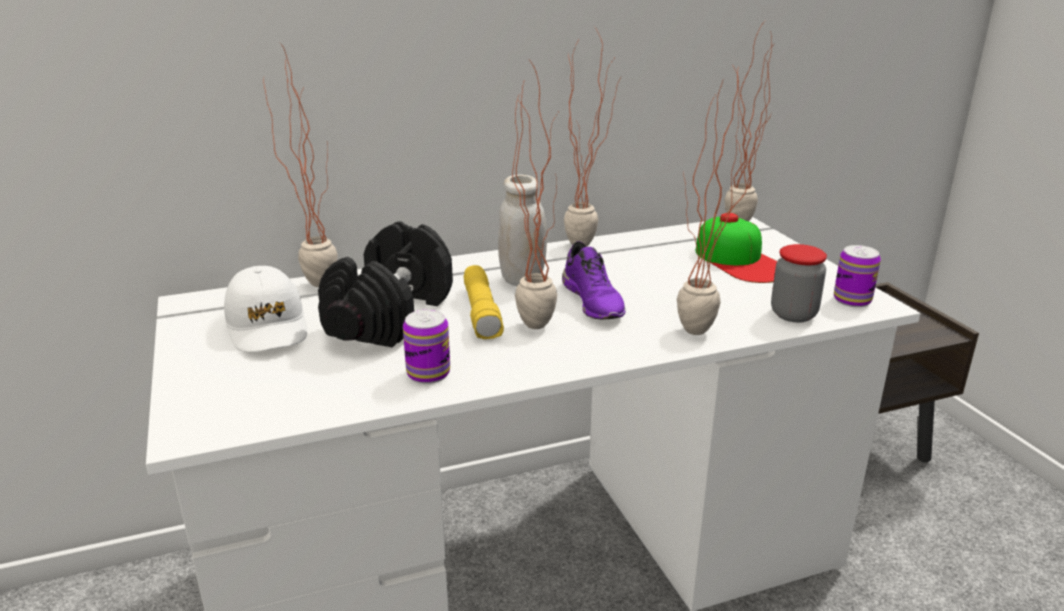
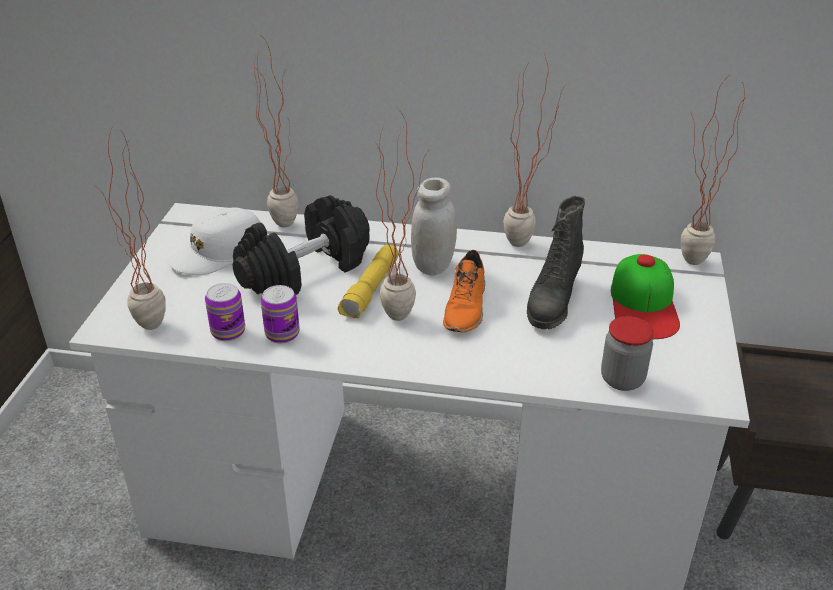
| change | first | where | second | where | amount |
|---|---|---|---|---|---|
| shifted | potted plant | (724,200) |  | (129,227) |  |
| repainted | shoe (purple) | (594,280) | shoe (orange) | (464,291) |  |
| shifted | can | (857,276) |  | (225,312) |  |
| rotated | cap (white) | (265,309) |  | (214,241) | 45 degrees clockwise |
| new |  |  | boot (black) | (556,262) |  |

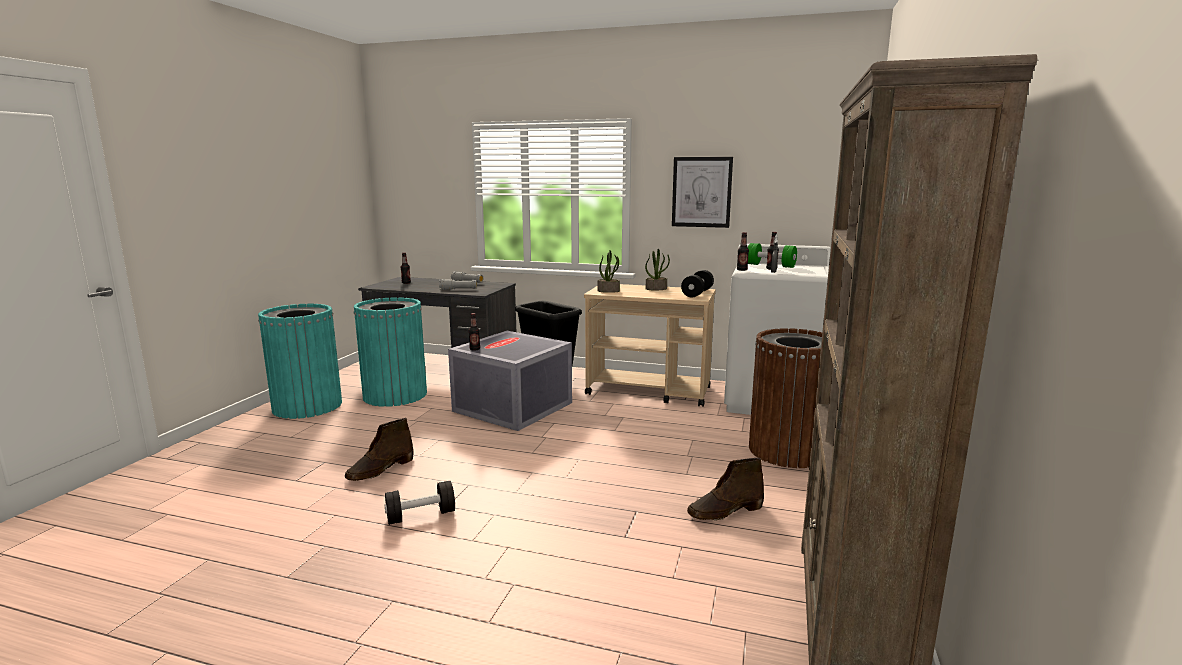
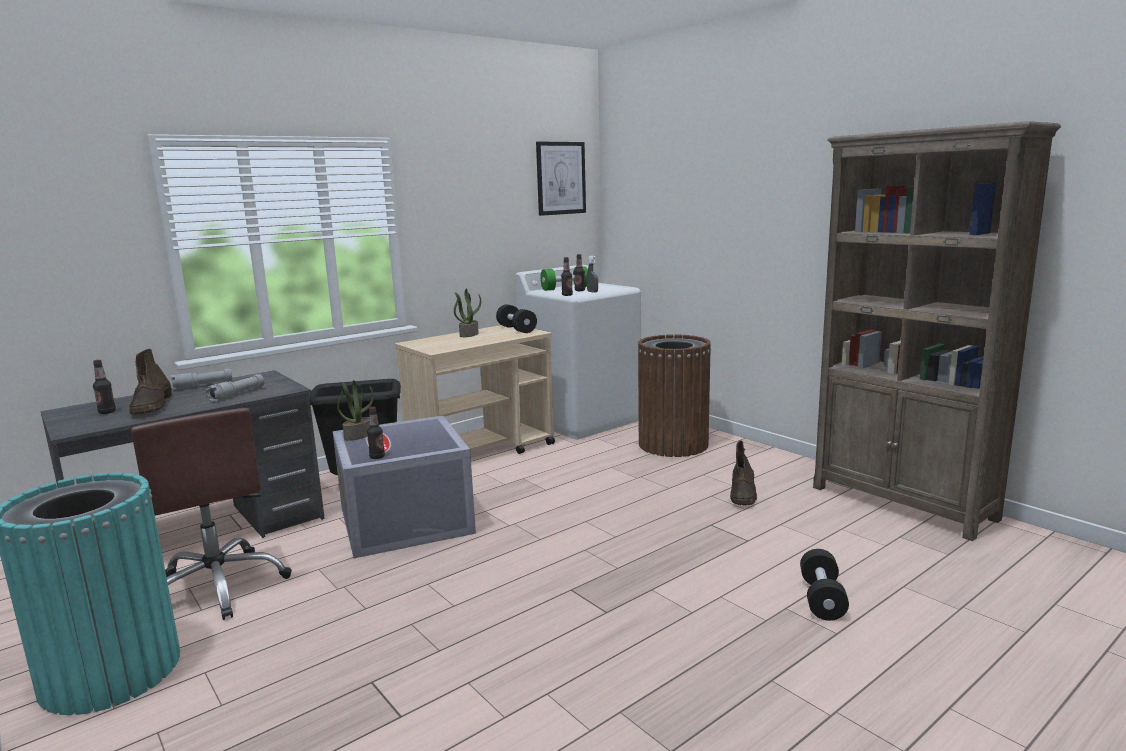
| change | first | where | second | where | amount |
|---|---|---|---|---|---|
| shifted | picture | (702,192) |  | (561,178) |  |
| shifted | potted plant | (608,271) |  | (355,410) |  |
| swapped | trash can (turquoise) | (390,352) | office chair (brown) | (211,514) |  |
| shifted | boot (brown) | (379,449) |  | (150,382) |  |
| shifted | dumbbell (black) | (420,503) |  | (824,585) |  |

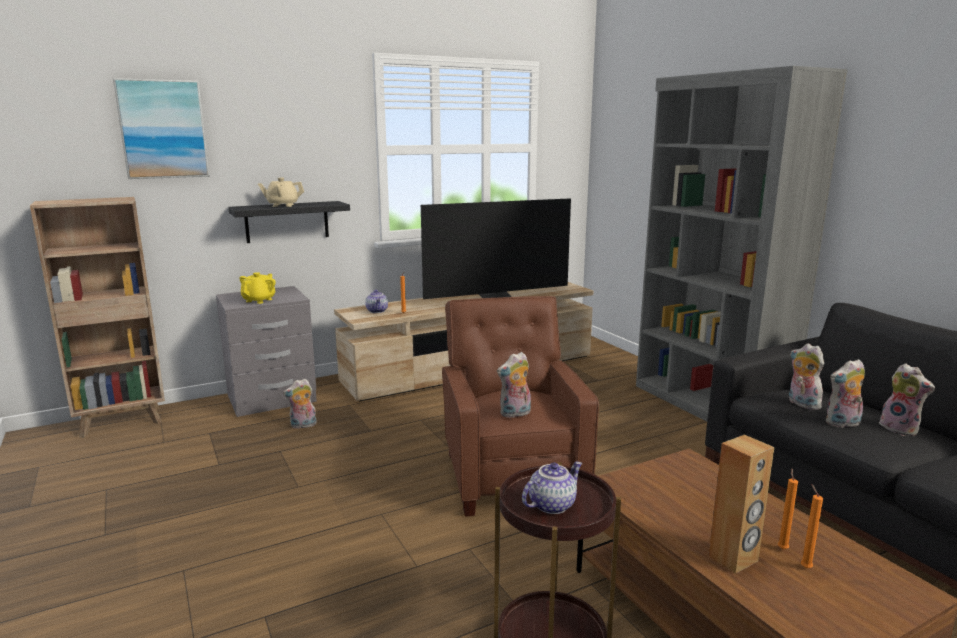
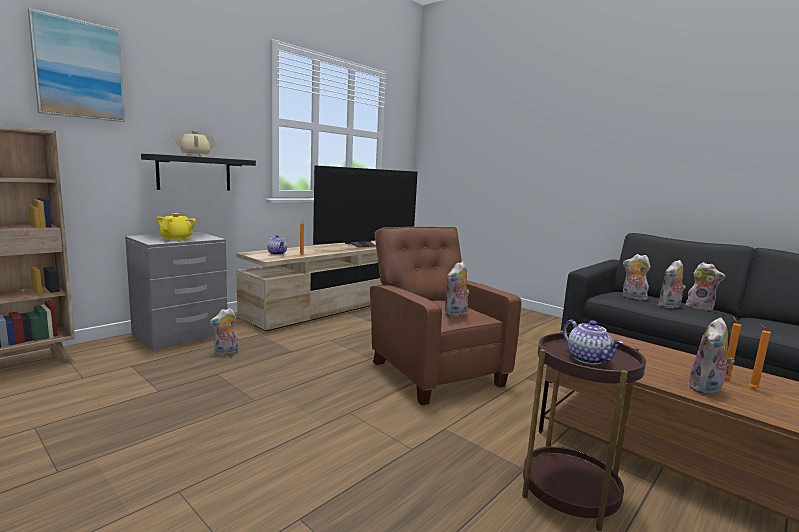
| change | first | where | second | where | amount |
|---|---|---|---|---|---|
| gone | bookcase (grey) | (742,243) |  |  |  |
| swapped | speaker (brown) | (741,504) | plush toy | (711,356) |  |
| rotated | teapot | (552,488) |  | (593,342) | 120 degrees clockwise |

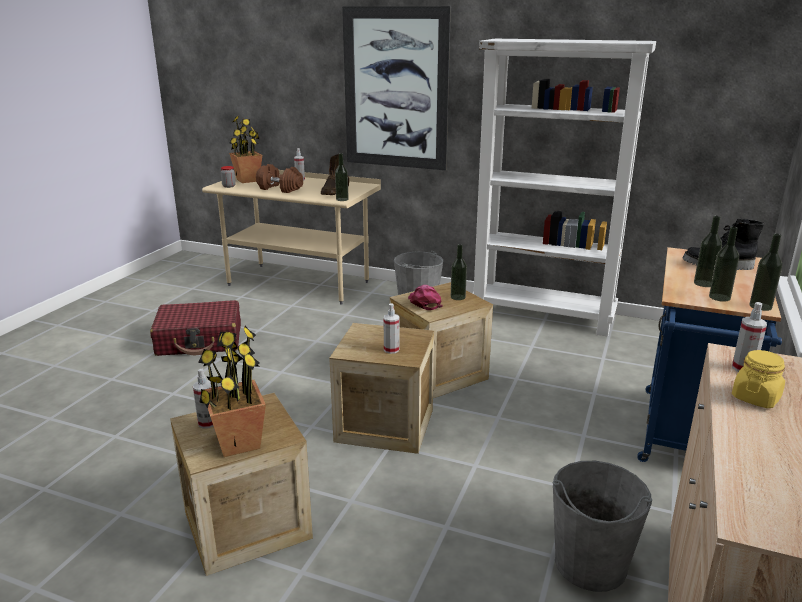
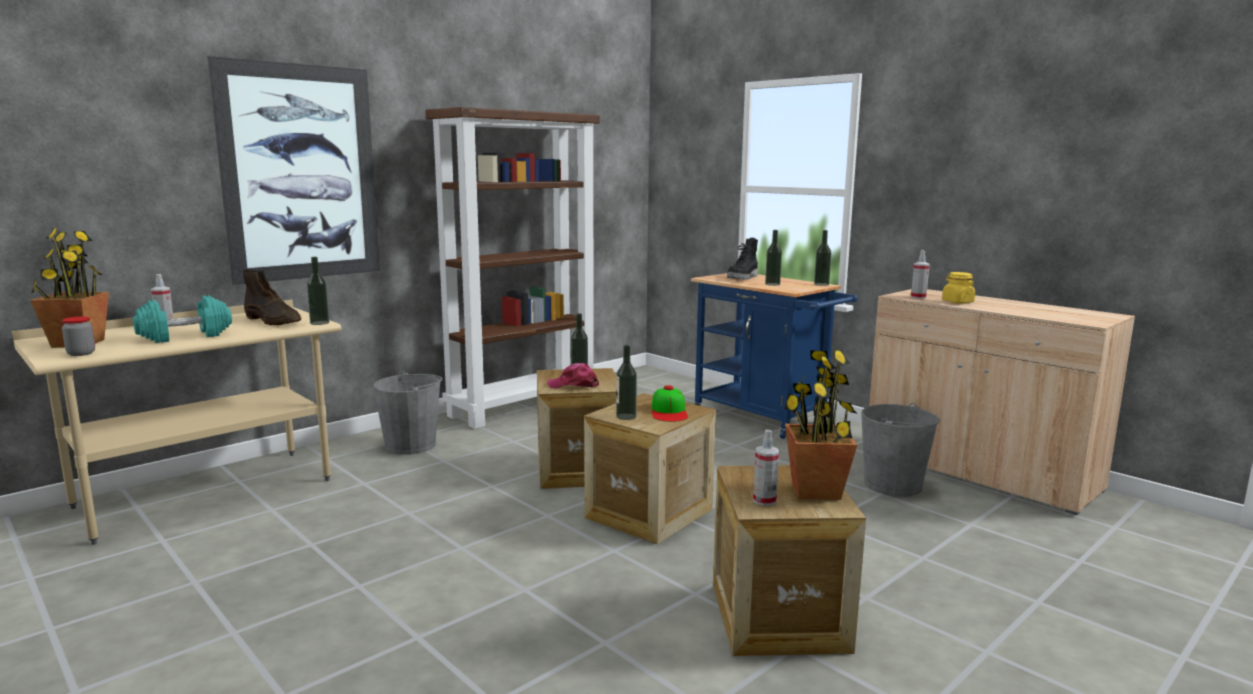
| change | first | where | second | where | amount |
|---|---|---|---|---|---|
| repainted | bookcase (white) | (564,188) | bookcase (brown) | (512,268) |  |
| repainted | dumbbell (brown) | (279,178) | dumbbell (turquoise) | (182,319) |  |
| shifted | bottle | (724,264) |  | (626,382) |  |
| gone | suitcase (red) | (195,328) |  |  |  |
| swapped | spray bottle | (391,328) | cap | (670,403) |  |

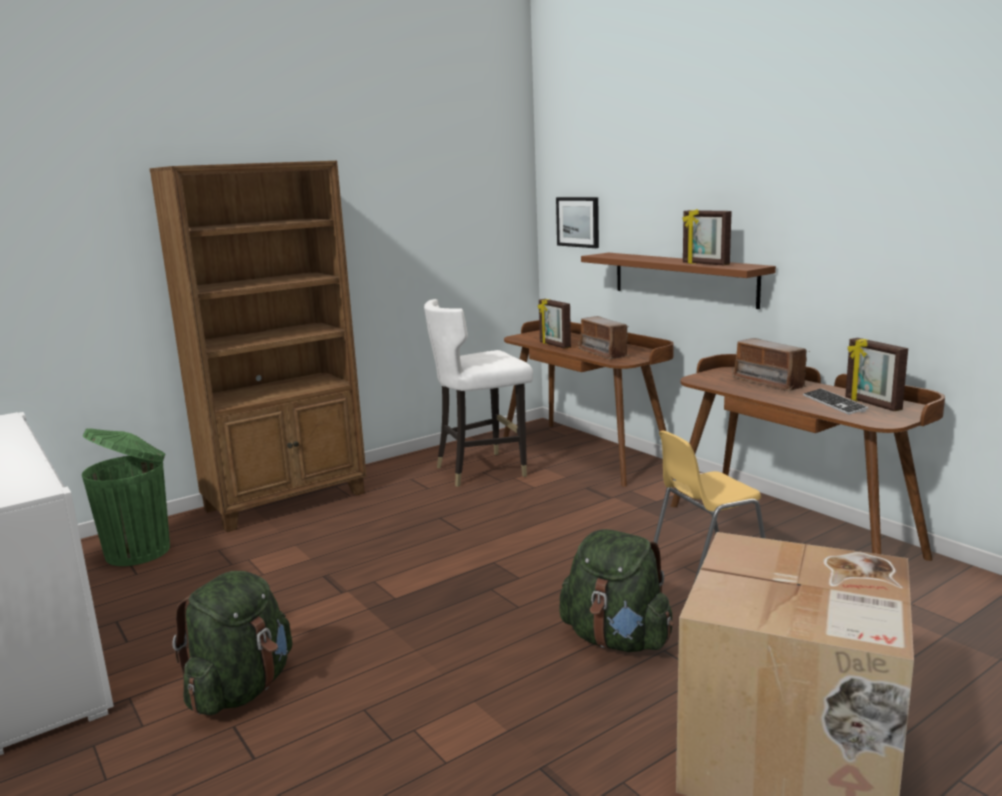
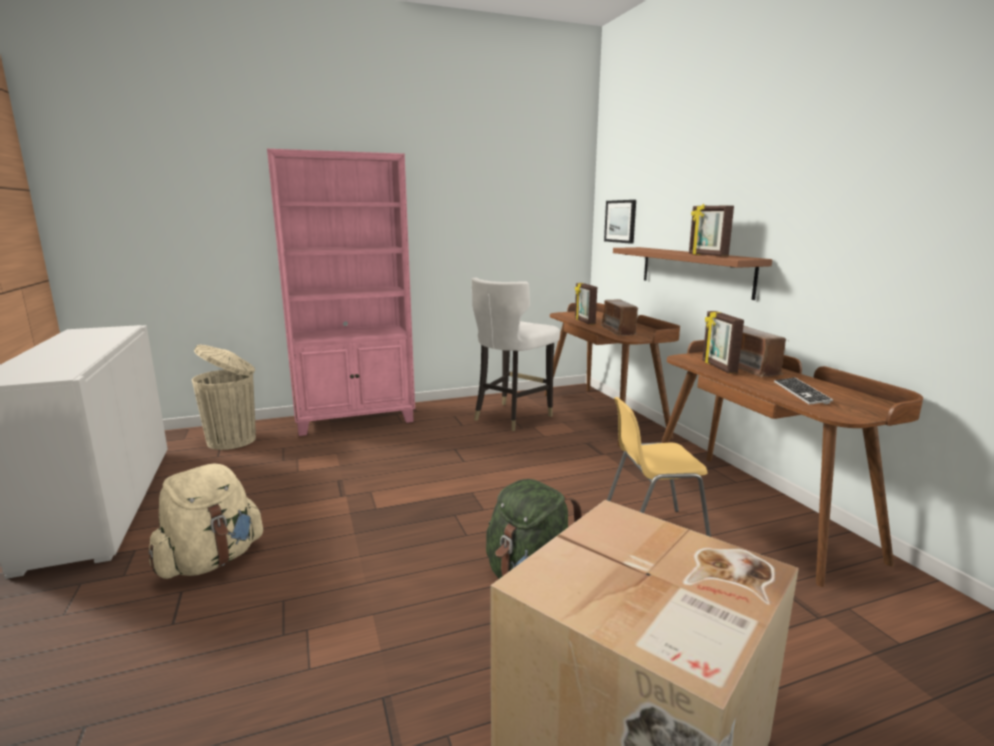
| change | first | where | second | where | amount |
|---|---|---|---|---|---|
| repainted | bookcase (brown) | (258,346) | bookcase (pink) | (341,292) |  |
| rotated | chair (white) | (478,393) |  | (515,354) | 45 degrees counterclockwise |
| shifted | picture frame | (876,374) |  | (723,342) |  |
| repainted | trash can (green) | (126,497) | trash can (beige) | (224,397) |  |
| repainted | backpack (green) | (232,643) | backpack (beige) | (206,521) |  |

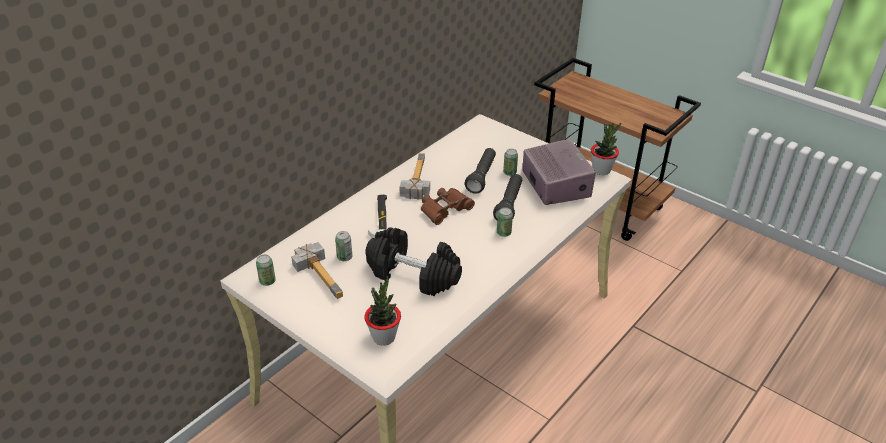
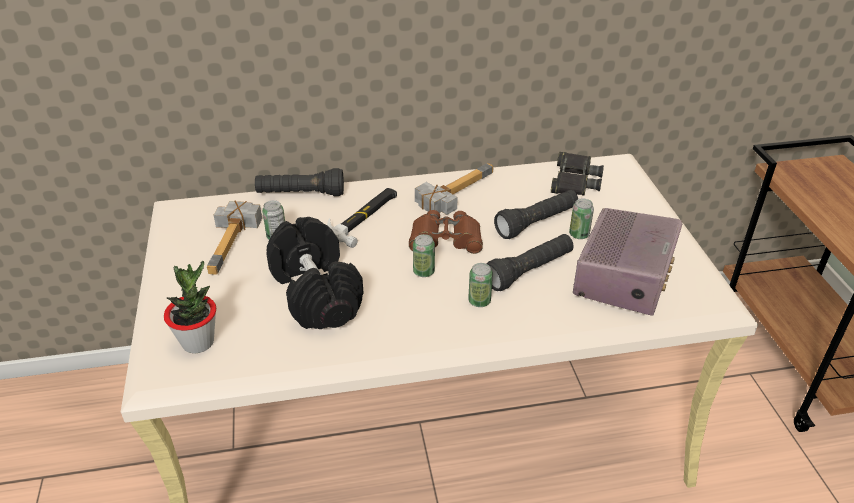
| change | first | where | second | where | amount |
|---|---|---|---|---|---|
| gone | potted plant | (606,149) |  |  |  |
| shifted | can | (266,270) |  | (424,255) |  |
| new |  |  | binoculars (black) | (577,173) |  |
| new |  |  | flashlight (black) | (299,182) |  |

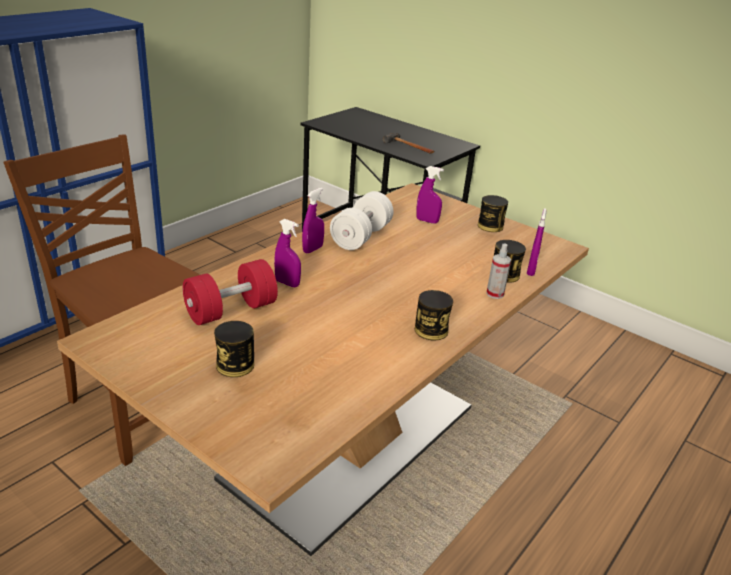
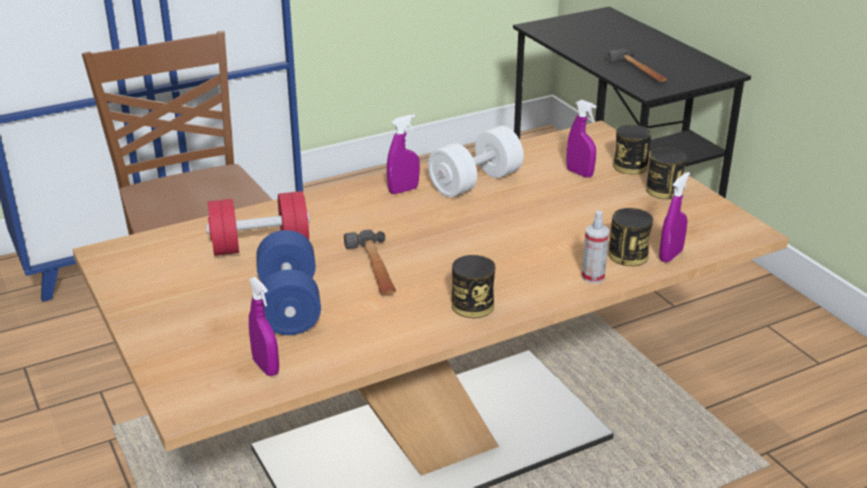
| change | first | where | second | where | amount |
|---|---|---|---|---|---|
| shifted | spray bottle (purple) | (287,253) |  | (264,326) |  |
| shifted | can | (234,349) |  | (632,149) |  |
| new |  |  | dumbbell (blue) | (288,282) |  |
| new |  |  | hammer | (370,262) |  |

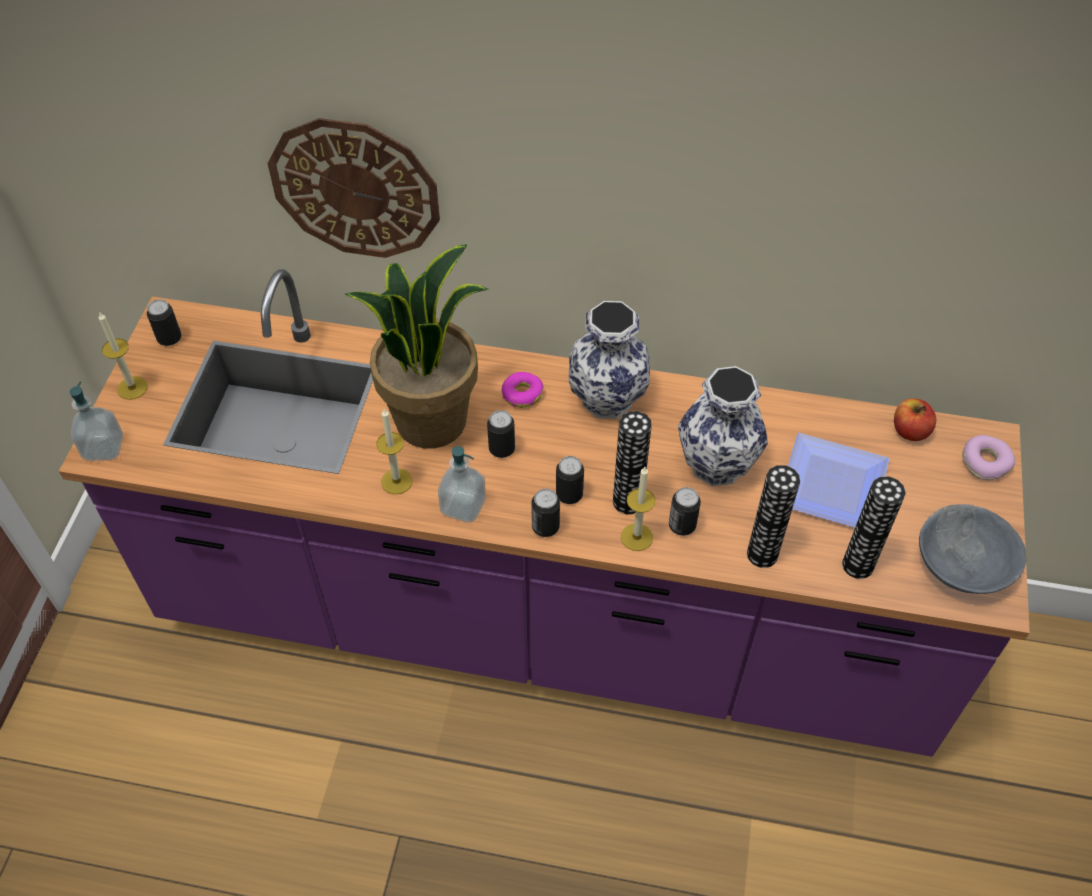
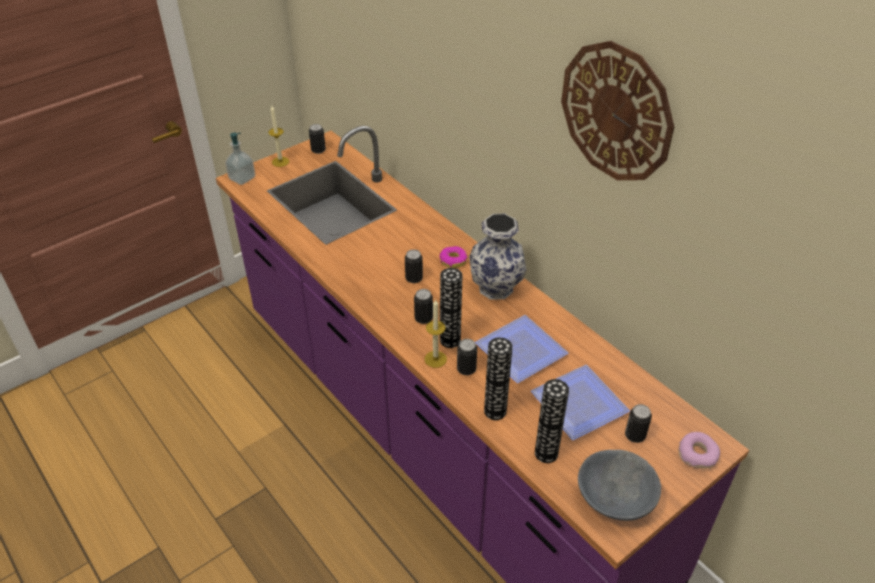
| change | first | where | second | where | amount |
|---|---|---|---|---|---|
| shifted | wall clock | (354,188) |  | (617,110) |  |
| gone | potted plant | (417,346) |  |  |  |
| swapped | vase | (723,426) | plate | (521,349) |  |
| gone | apple | (915,419) |  |  |  |
| gone | candle | (394,451) |  |  |  |
| gone | soap dispenser | (462,484) |  |  |  |
| shifted | can | (545,513) |  | (638,423) |  |

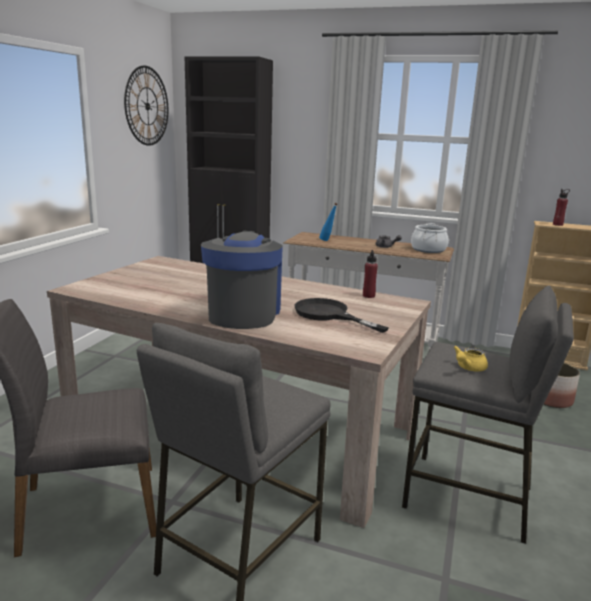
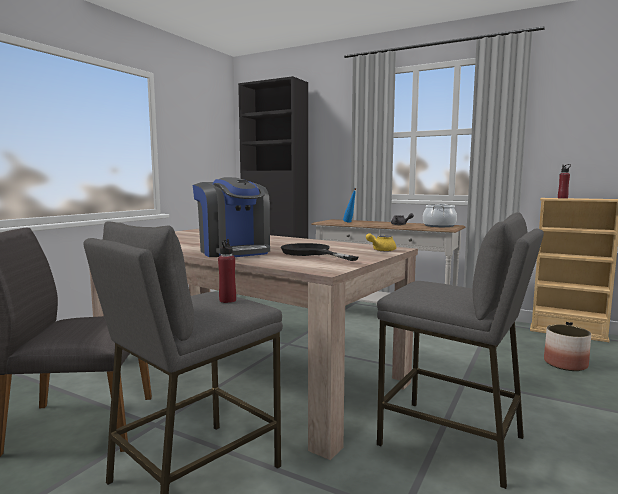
| change | first | where | second | where | amount |
|---|---|---|---|---|---|
| gone | wall clock | (146,106) |  |  |  |
| rotated | coffee machine | (242,279) |  | (231,217) | 135 degrees clockwise |
| shifted | bottle (red) | (370,274) |  | (227,271) |  |
| shifted | teapot (yellow) | (470,359) |  | (381,242) |  |

